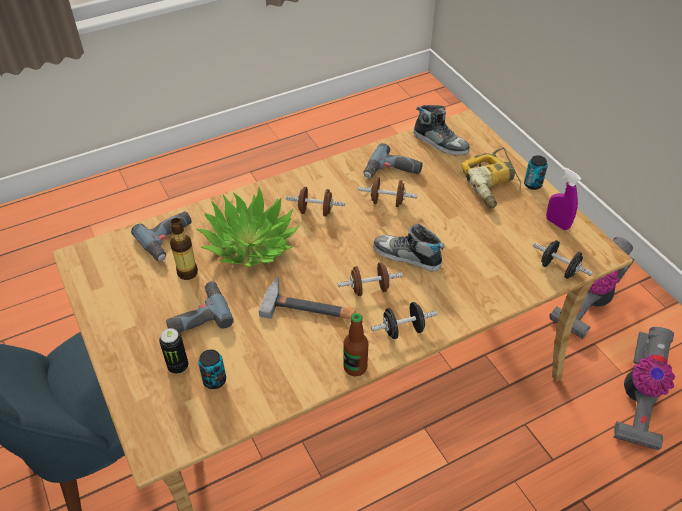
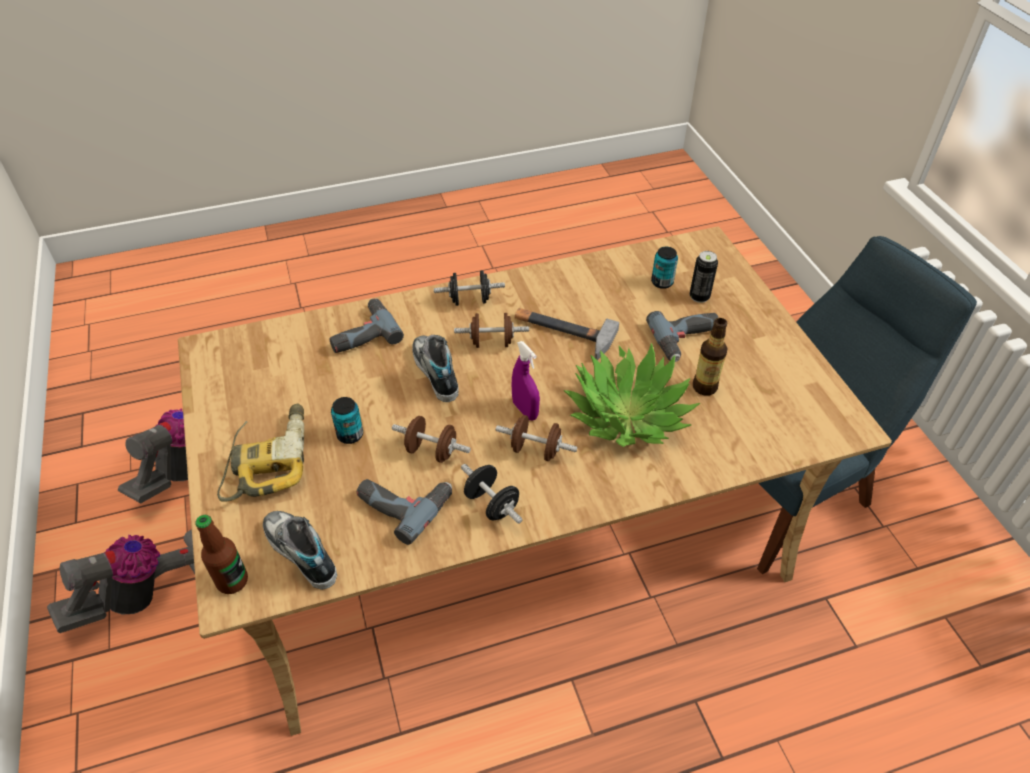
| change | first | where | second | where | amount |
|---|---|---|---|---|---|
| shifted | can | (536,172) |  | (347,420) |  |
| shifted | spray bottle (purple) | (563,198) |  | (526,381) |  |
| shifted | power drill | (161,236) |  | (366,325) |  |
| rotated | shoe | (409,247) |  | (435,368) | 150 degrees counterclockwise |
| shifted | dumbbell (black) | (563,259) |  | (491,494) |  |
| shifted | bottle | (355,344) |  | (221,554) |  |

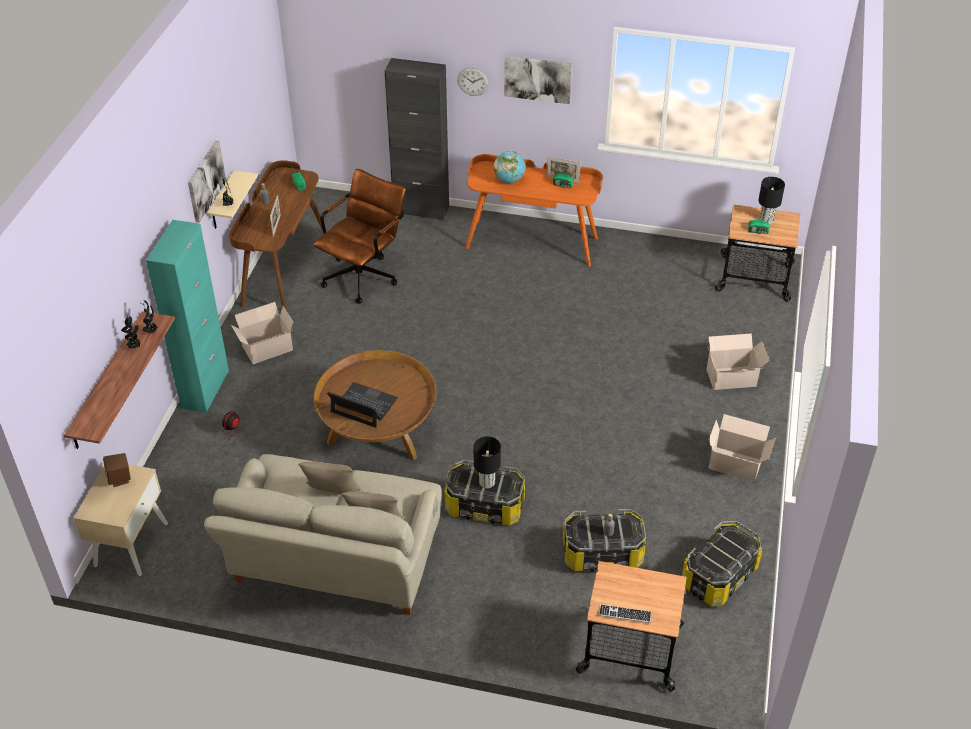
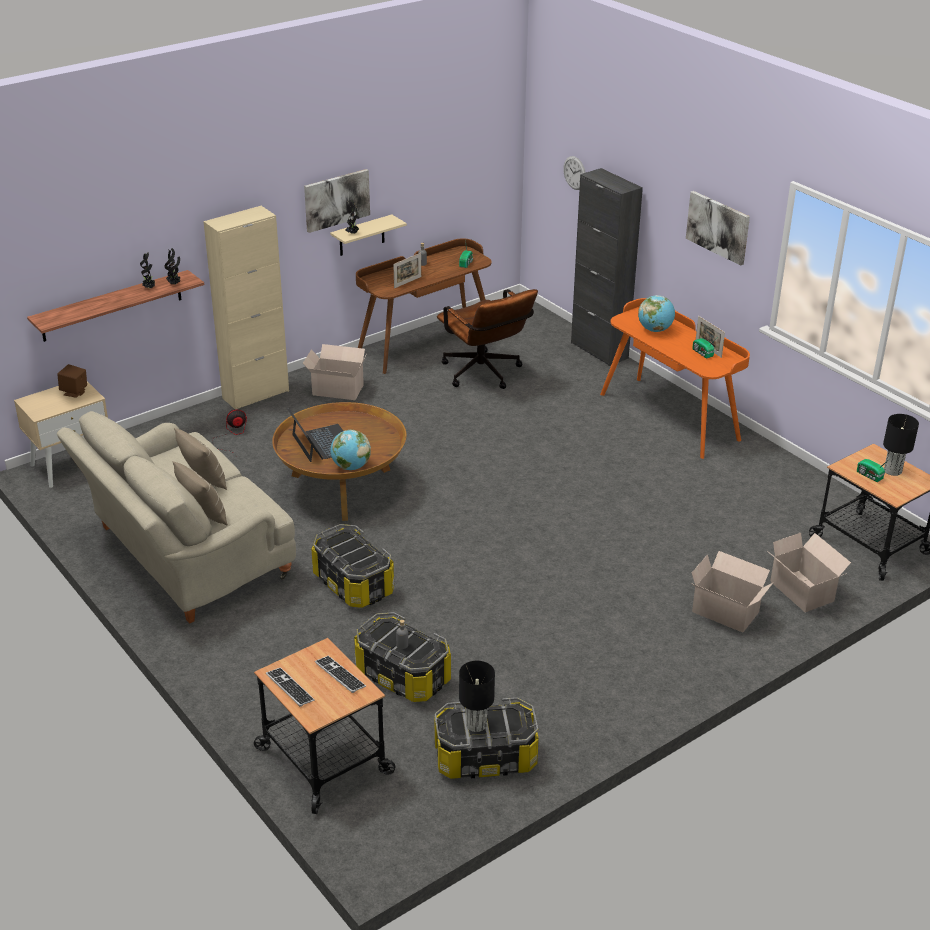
| change | first | where | second | where | amount |
|---|---|---|---|---|---|
| shifted | wall clock | (473,82) |  | (574,173) |  |
| rotated | office chair (brown) | (359,236) |  | (487,339) | 75 degrees clockwise |
| repainted | cabinet (turquoise) | (187,316) | cabinet (beige) | (246,307) |  |
| shifted | cardboard box | (742,448) |  | (808,572) |  |
| shifted | table lamp (black) | (487,462) |  | (477,696) |  |
| new |  |  | globe | (350,450) |  |
| new |  |  | keyboard | (340,674) |  |

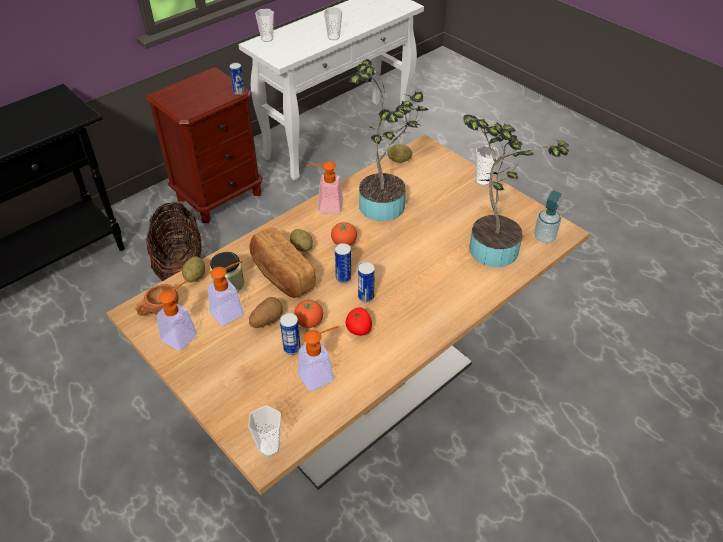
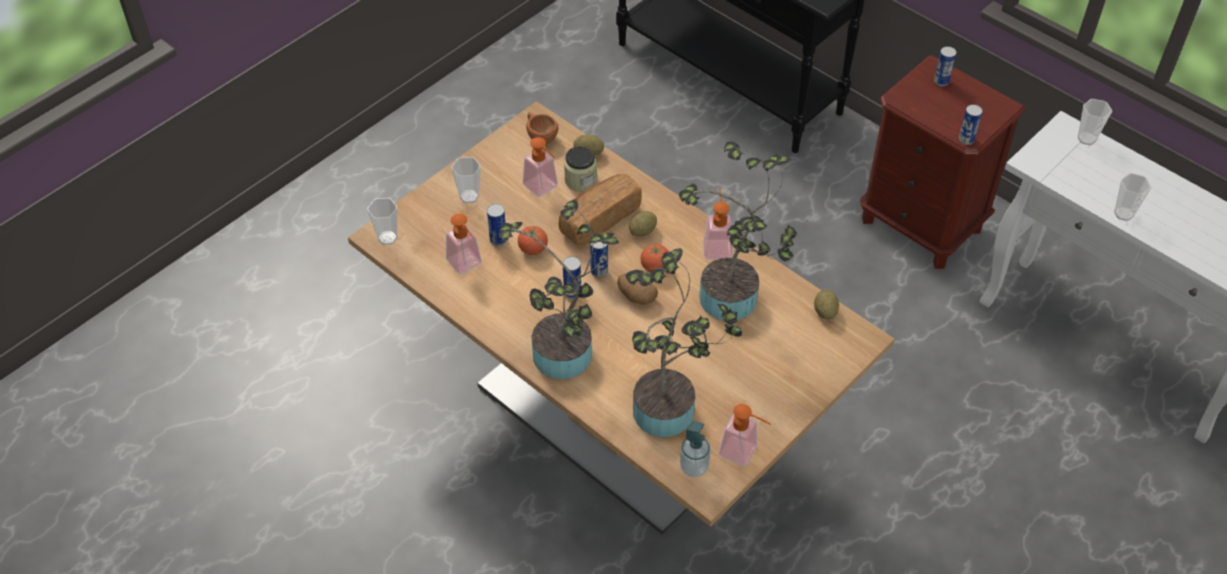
| change | first | where | second | where | amount |
|---|---|---|---|---|---|
| shifted | cup | (487,165) |  | (466,180) |  |
| gone | basket | (174,241) |  |  |  |
| shifted | soap dispenser | (177,315) |  | (745,435) |  |
| shifted | potato | (266,312) |  | (637,289) |  |
| gone | tomato | (358,321) |  |  |  |
| new |  |  | can | (945,66) |  |
| new |  |  | potted plant | (558,289) |  |

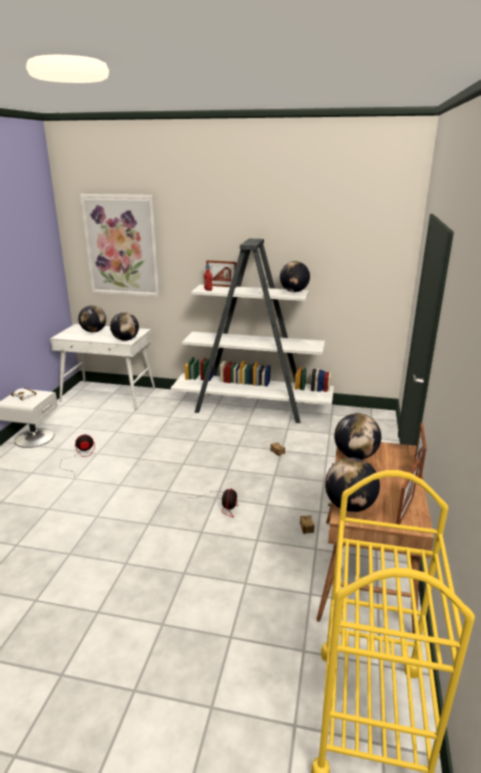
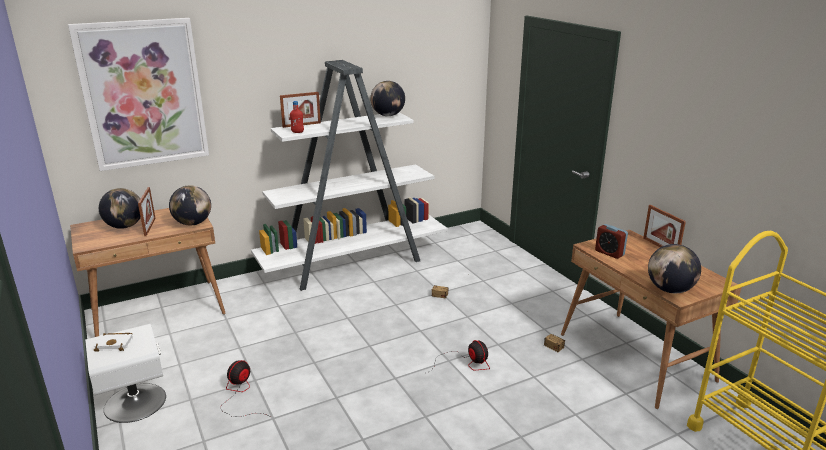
| change | first | where | second | where | amount |
|---|---|---|---|---|---|
| repainted | desk (white) | (102,367) | desk (brown) | (148,272) |  |
| swapped | globe | (357,436) | alarm clock | (611,241) |  |
| shifted | picture frame | (408,491) |  | (147,211) |  |

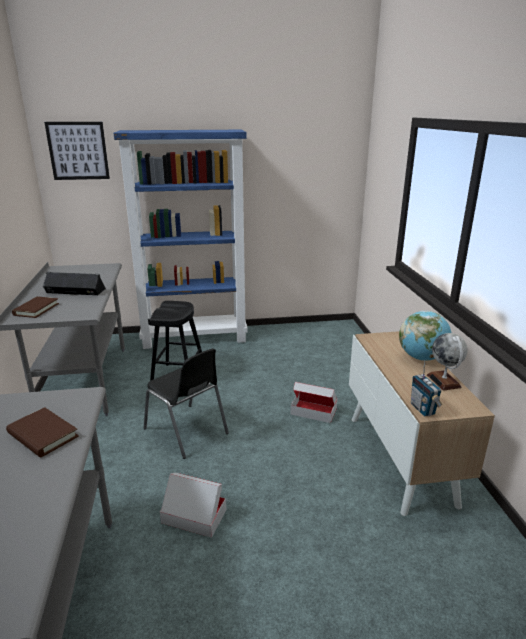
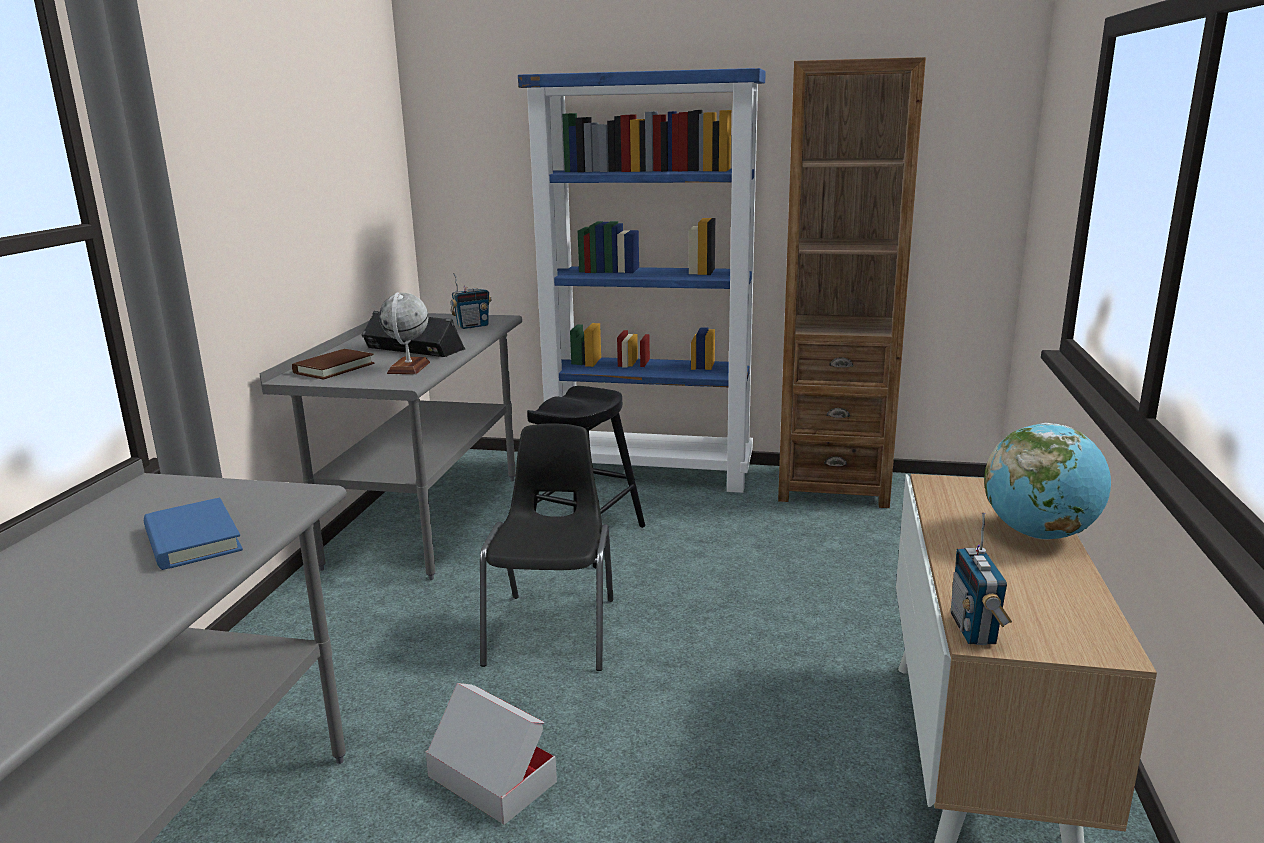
| change | first | where | second | where | amount |
|---|---|---|---|---|---|
| gone | picture | (77,151) |  |  |  |
| shifted | globe | (447,362) |  | (404,333) |  |
| rotated | chair (black) | (186,403) |  | (547,547) | 150 degrees counterclockwise |
| gone | cardboard box | (314,402) |  |  |  |
| repainted | book (brown) | (42,432) | book (blue) | (193,534) |  |
| new |  |  | bookcase (brown) | (852,282) |  |
| new |  |  | radio | (470,301) |  |

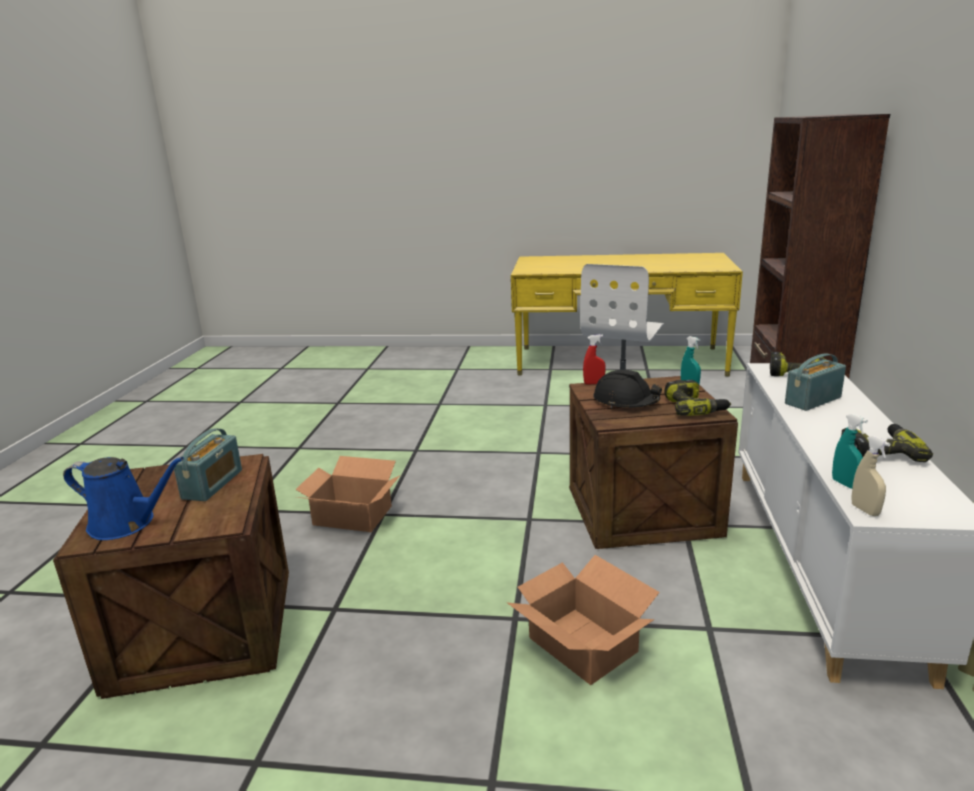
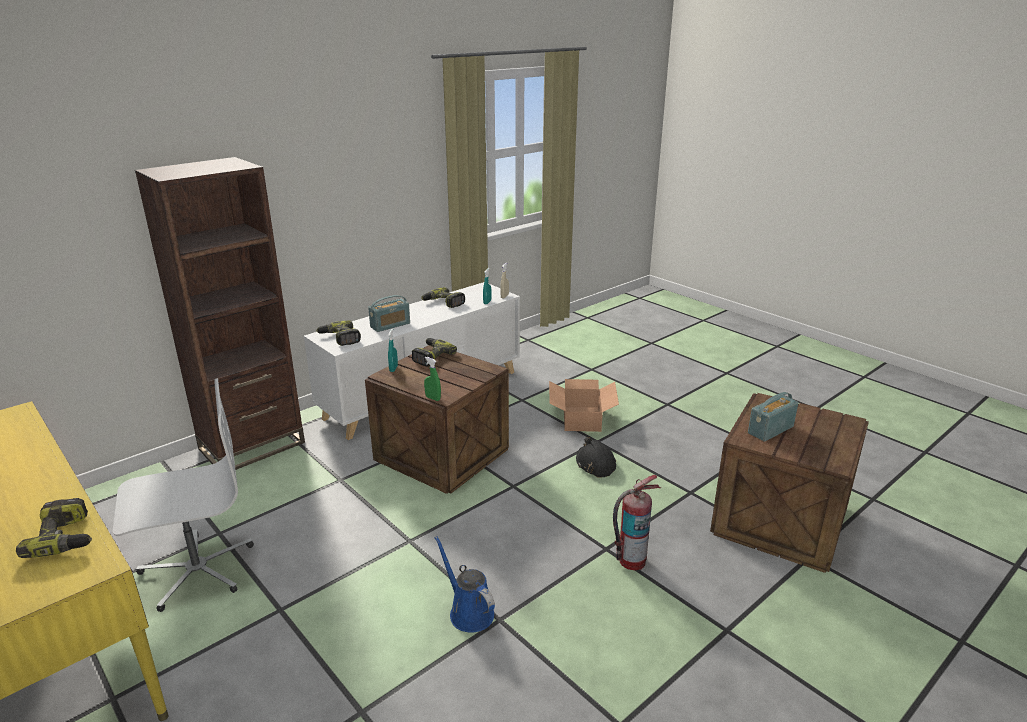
| change | first | where | second | where | amount |
|---|---|---|---|---|---|
| repainted | spray bottle (red) | (594,359) | spray bottle (green) | (432,379) |  |
| rotated | radio | (815,382) |  | (389,313) | 45 degrees counterclockwise |
| shifted | hard hat (black) | (627,389) |  | (596,457) |  |
| swapped | cardboard box | (347,494) | fire extinguisher | (637,522) |  |
| shifted | watering can (blue) | (123,498) |  | (465,584) |  |
| new |  |  | power drill | (54,528) |  |

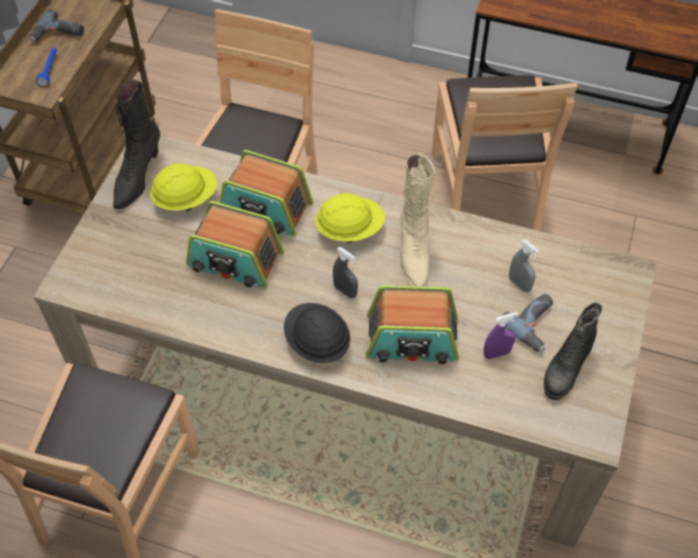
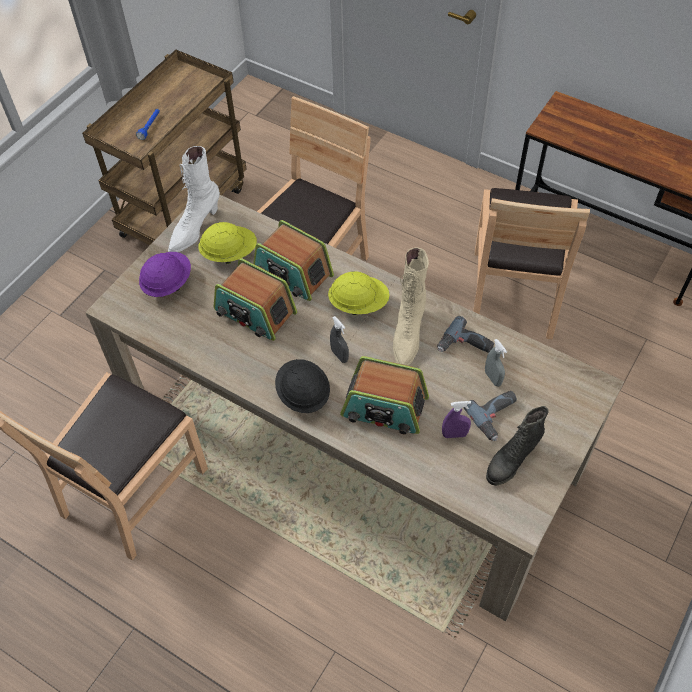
| change | first | where | second | where | amount |
|---|---|---|---|---|---|
| shifted | power drill | (57,25) |  | (465,334) |  |
| repainted | boot (black) | (136,144) | boot (white) | (194,199) |  |
| new |  |  | hard hat (purple) | (165,274) |  |

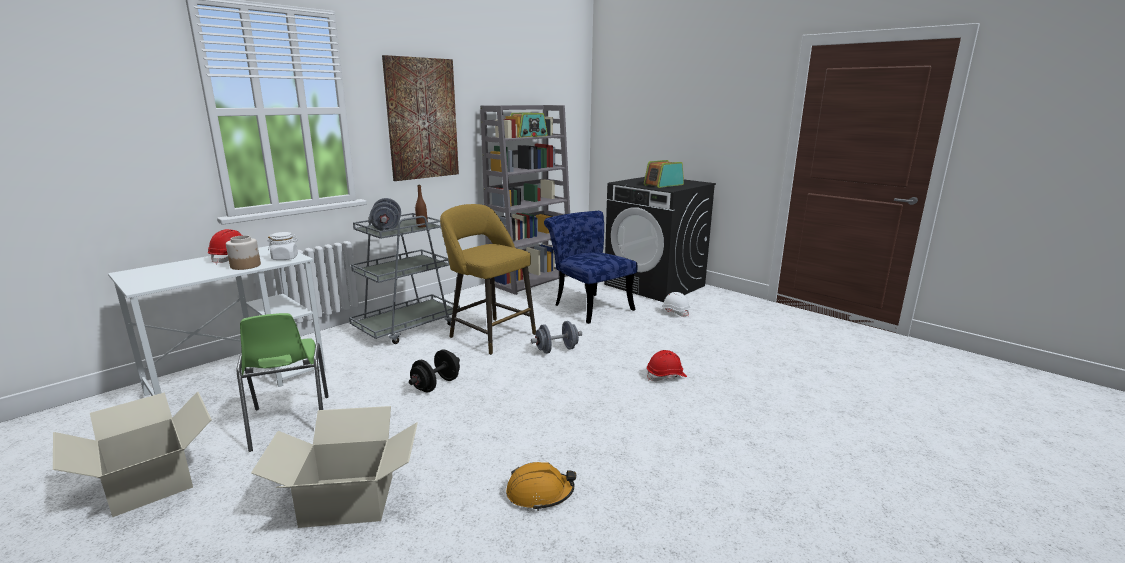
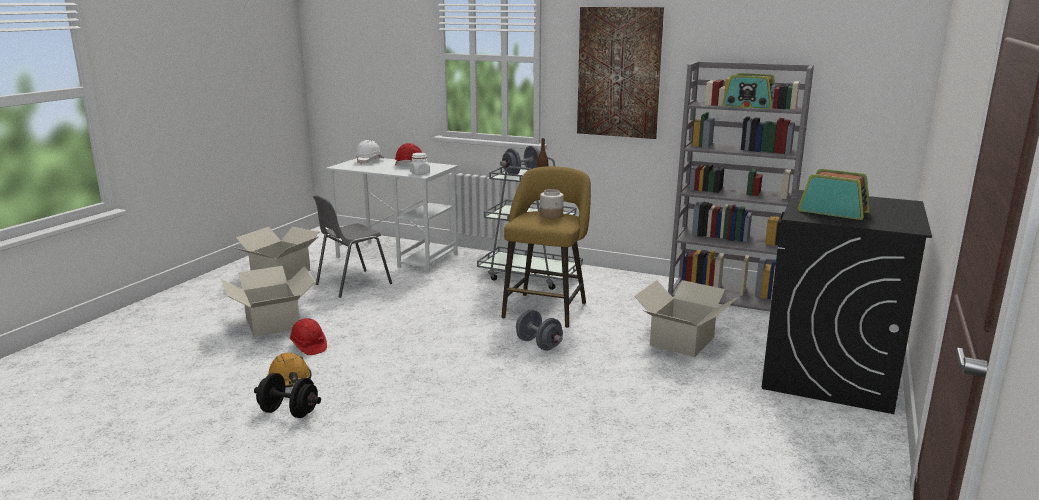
| change | first | where | second | where | amount |
|---|---|---|---|---|---|
| swapped | chair (blue) | (590,267) | cardboard box | (686,318) |  |
| shifted | jar | (243,252) |  | (552,204) |  |
| shifted | hard hat (white) | (674,304) |  | (369,152) |  |
| repainted | chair (green) | (283,382) | chair (grey) | (352,246) |  |
| shifted | dumbbell (black) | (434,371) |  | (287,395) |  |
| shifted | hard hat (red) | (667,365) |  | (308,336) |  |

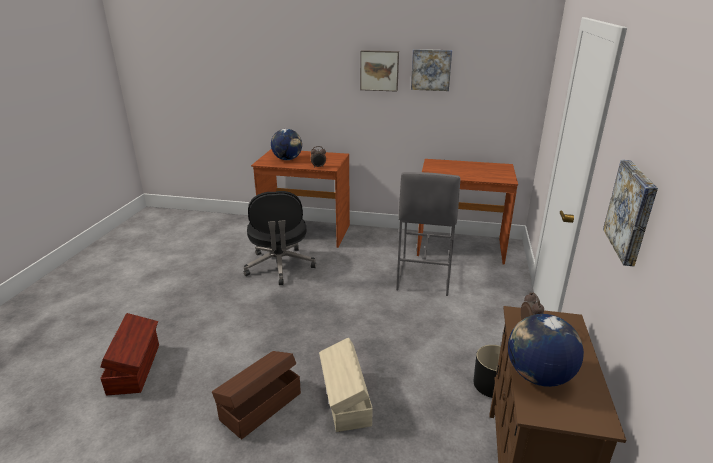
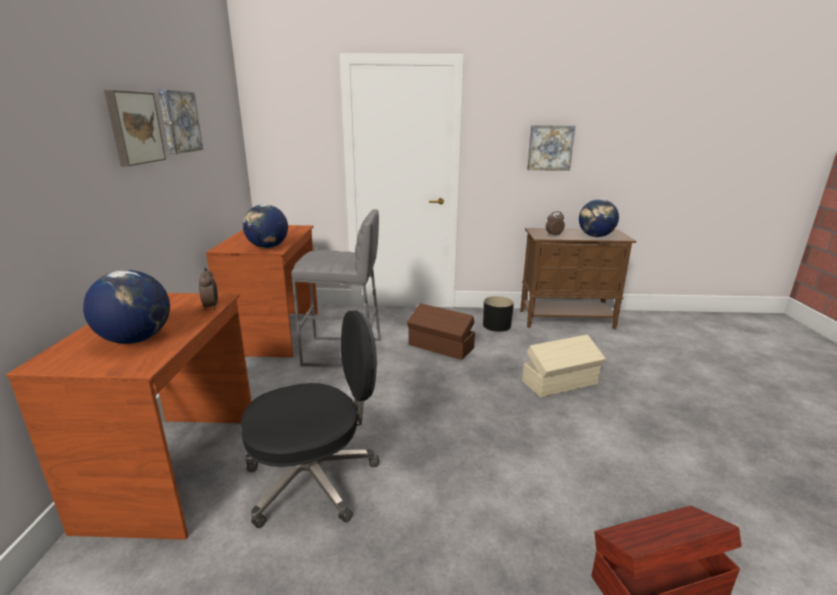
| change | first | where | second | where | amount |
|---|---|---|---|---|---|
| shifted | storage box (brown) | (256,395) |  | (441,331) |  |
| new |  |  | globe | (265,226) |  |

